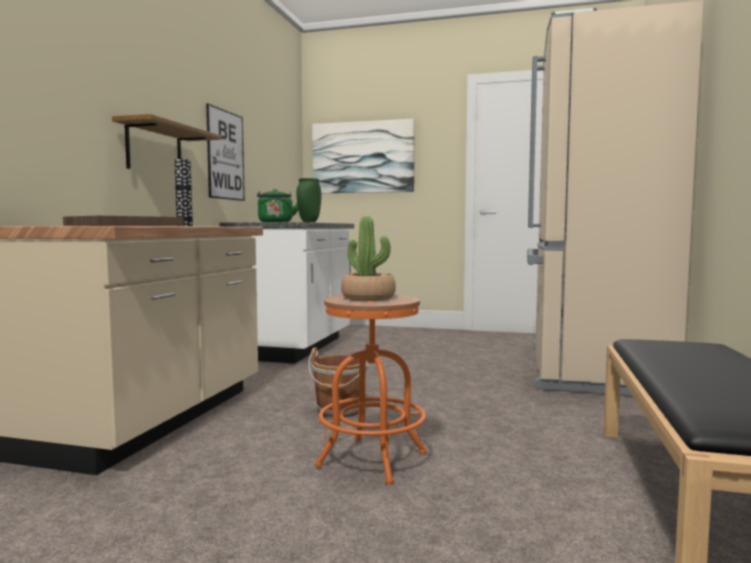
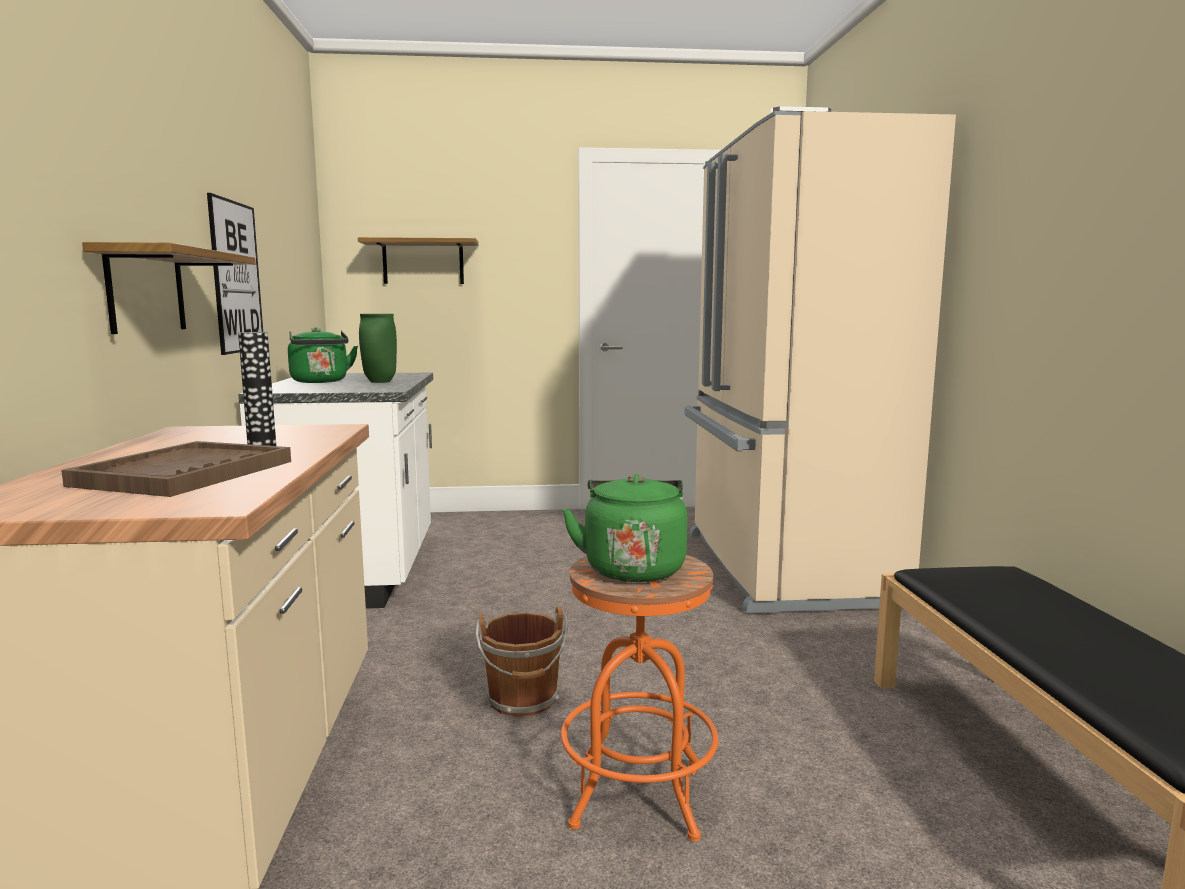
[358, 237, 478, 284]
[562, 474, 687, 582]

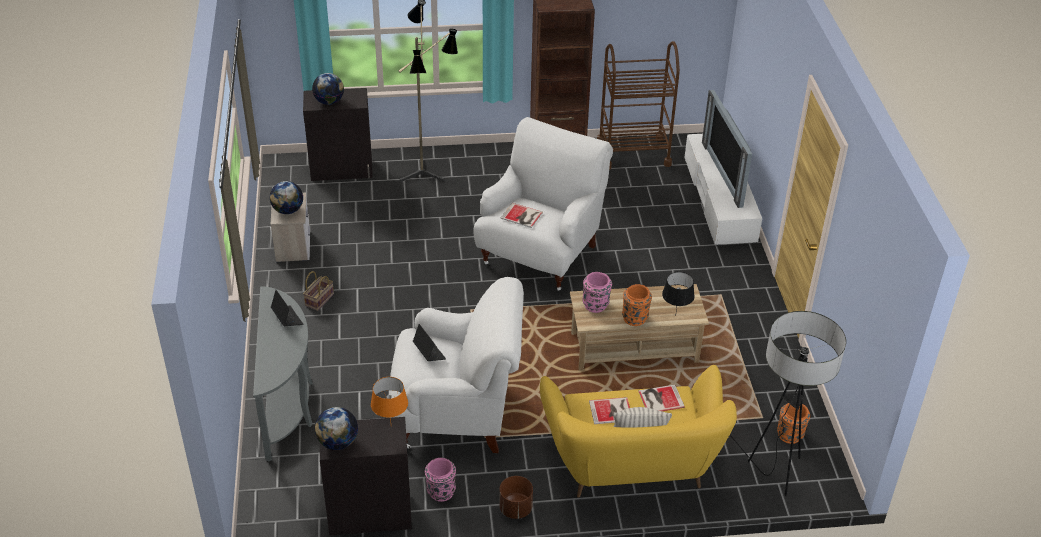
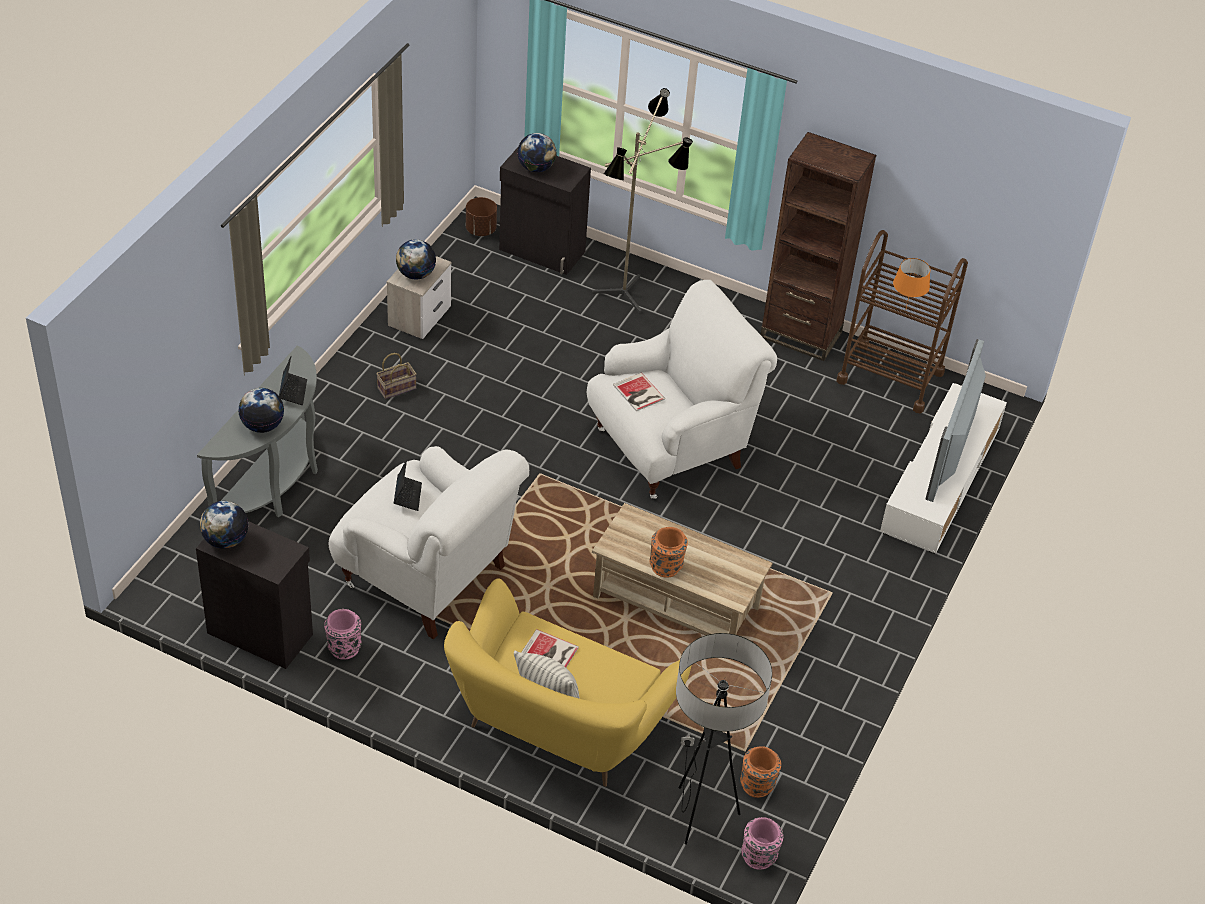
[638, 385, 685, 411] (first image)
[662, 272, 694, 317] (first image)
[239, 388, 284, 433]
[893, 258, 930, 308]
[466, 197, 497, 236]
[741, 817, 783, 869]

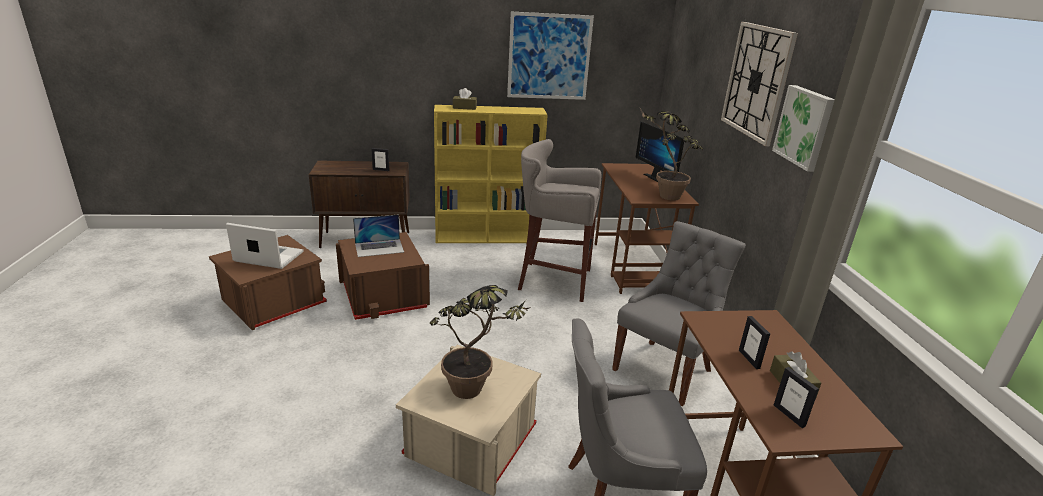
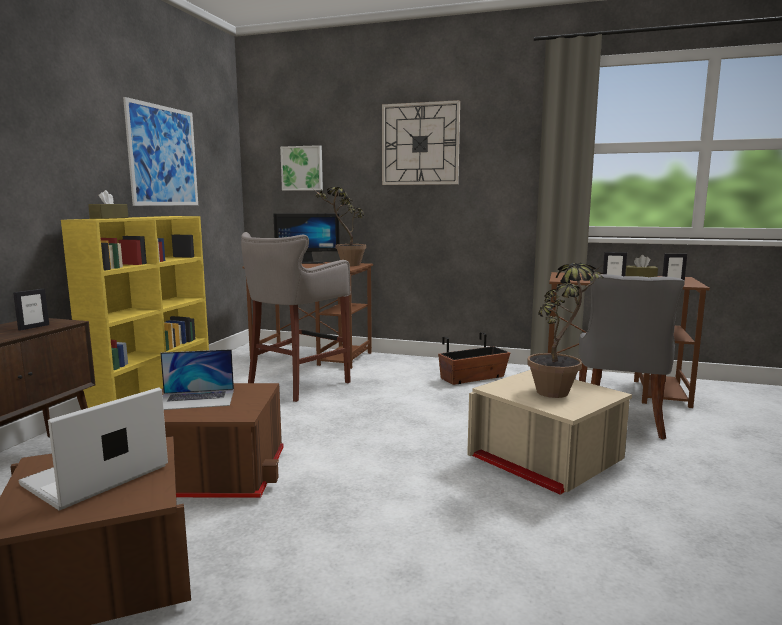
[280, 145, 323, 191]
[438, 332, 510, 385]
[160, 349, 234, 410]

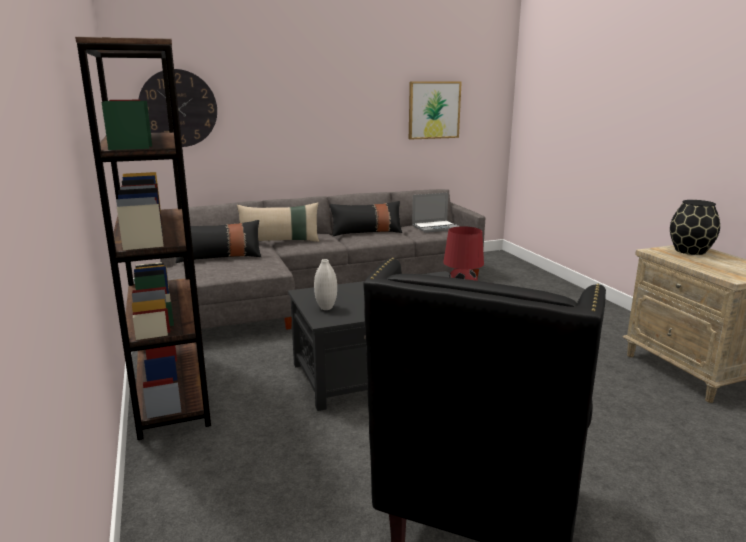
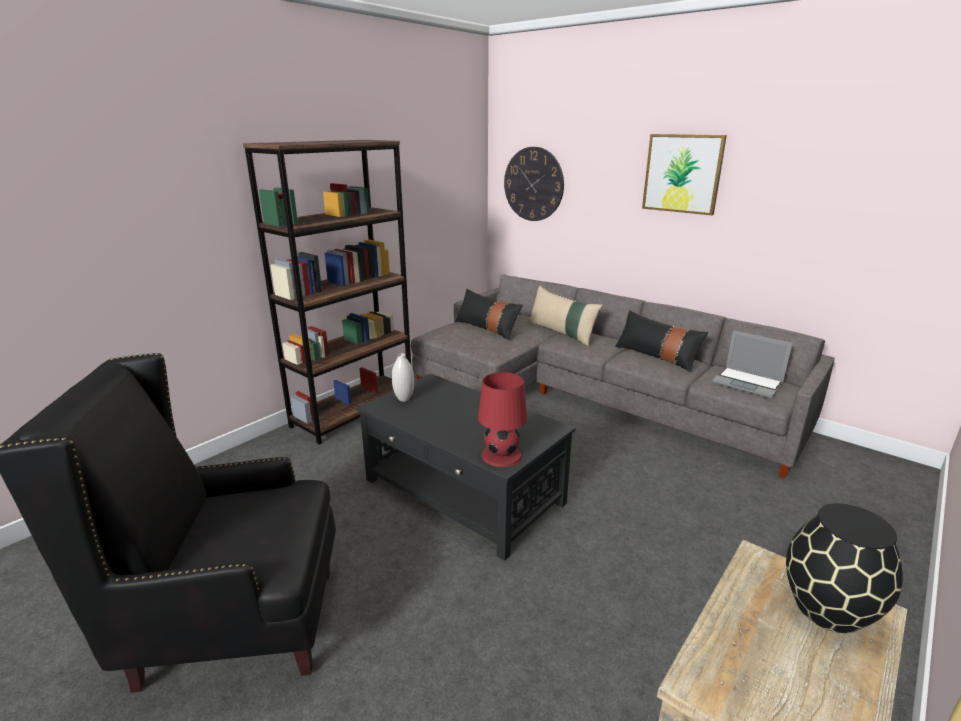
[642, 134, 727, 215]

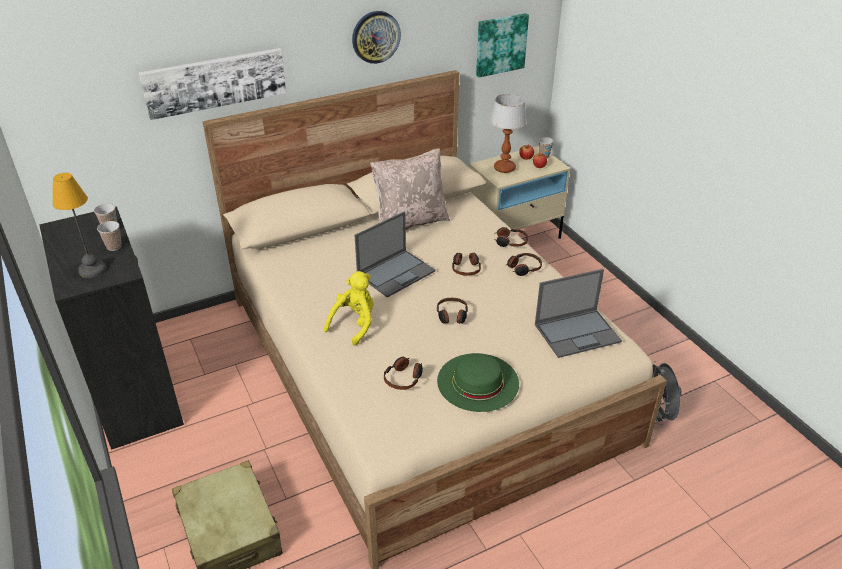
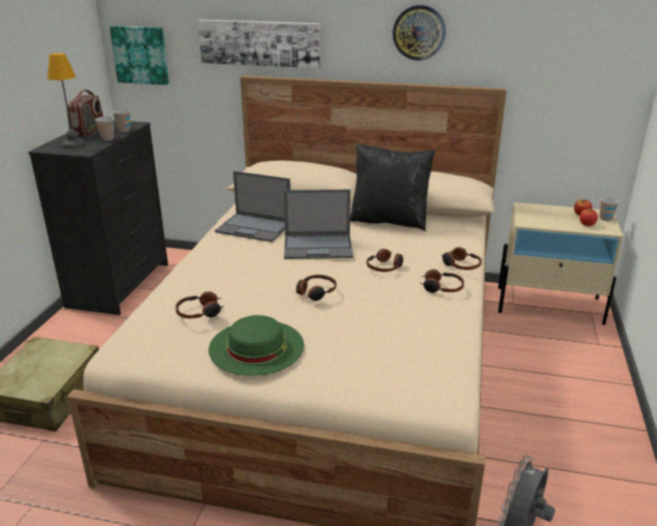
[324, 271, 374, 346] (first image)
[490, 94, 527, 173] (first image)
[67, 89, 103, 137]
[110, 26, 169, 85]
[215, 171, 291, 242]
[350, 143, 435, 231]

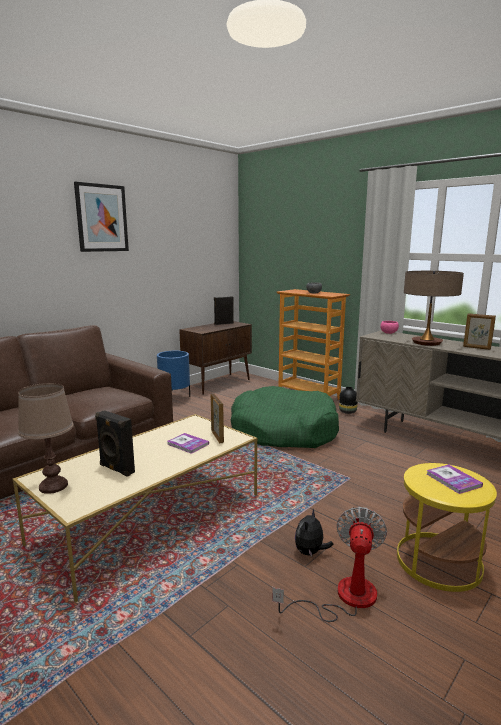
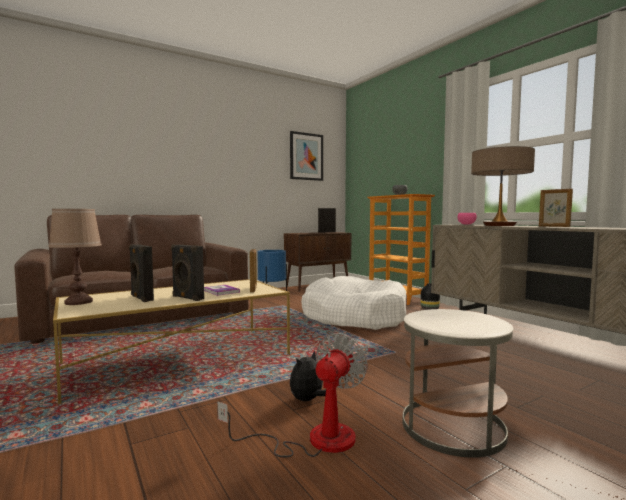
[427, 464, 483, 494] (first image)
[171, 244, 204, 301]
[290, 131, 323, 181]
[301, 276, 406, 330]
[402, 309, 513, 458]

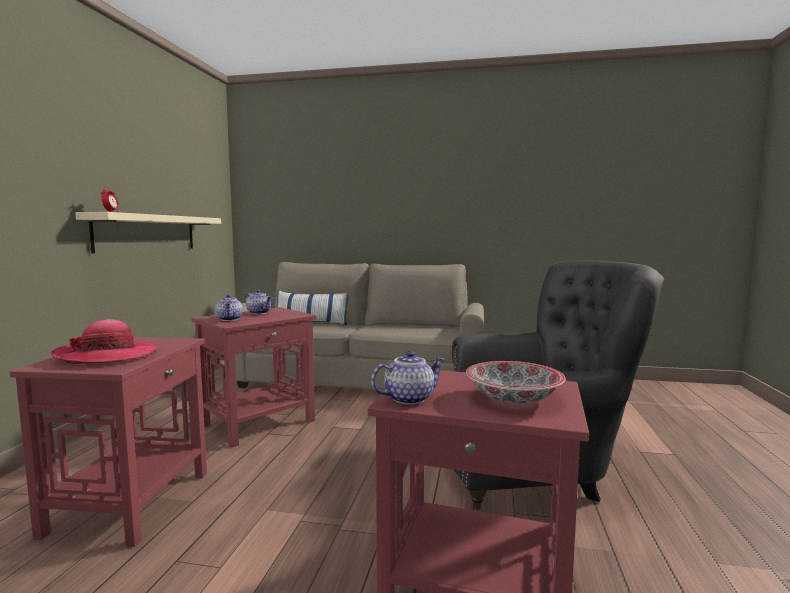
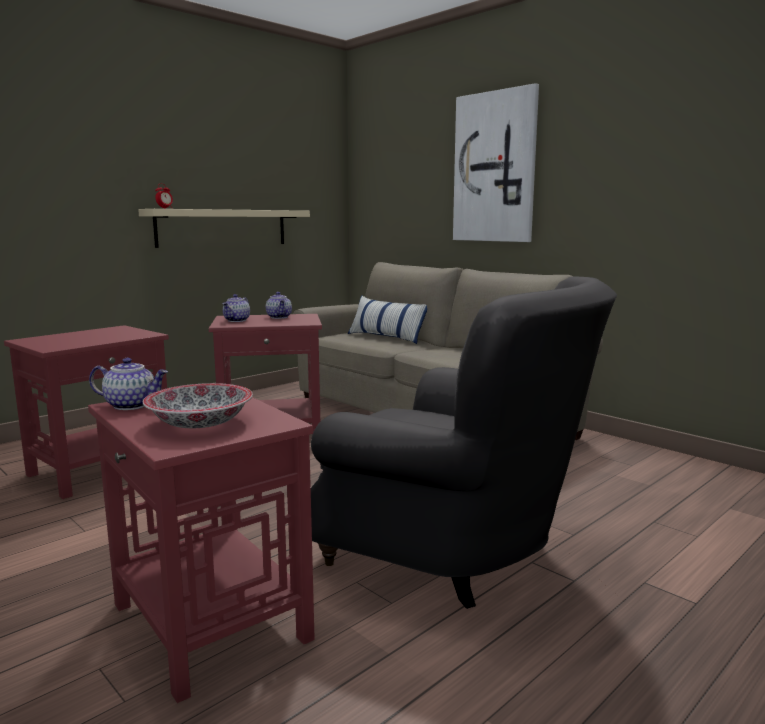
[51, 319, 159, 364] (first image)
[453, 83, 539, 242]

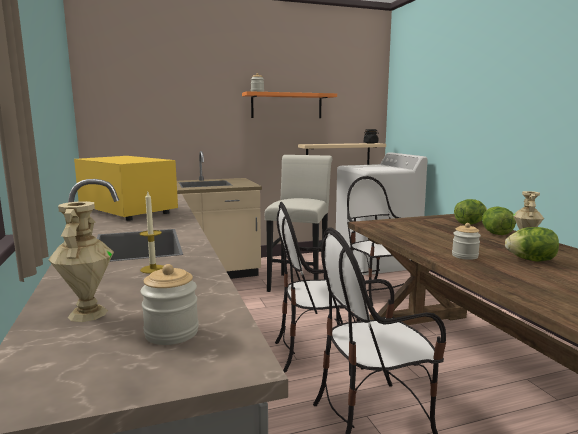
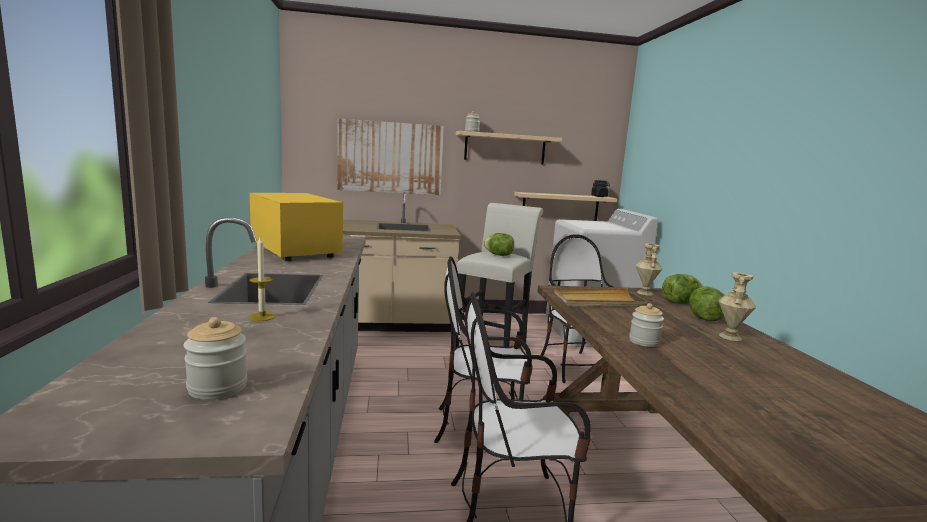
[337, 118, 444, 195]
[554, 288, 648, 307]
[635, 244, 662, 296]
[484, 233, 514, 256]
[456, 131, 562, 164]

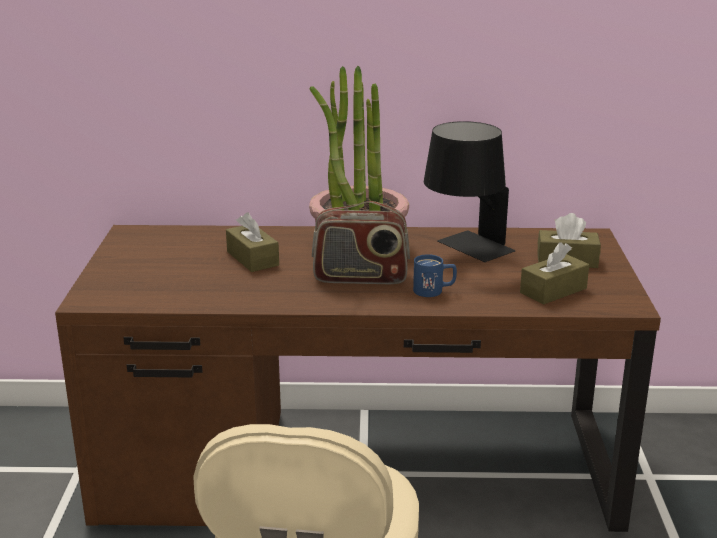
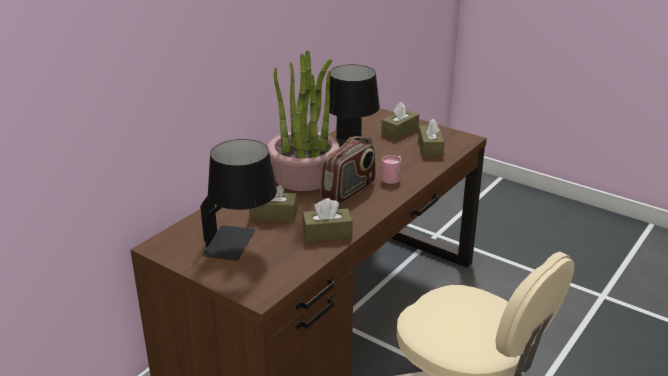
[200, 139, 277, 261]
[302, 198, 353, 242]
[381, 155, 401, 184]

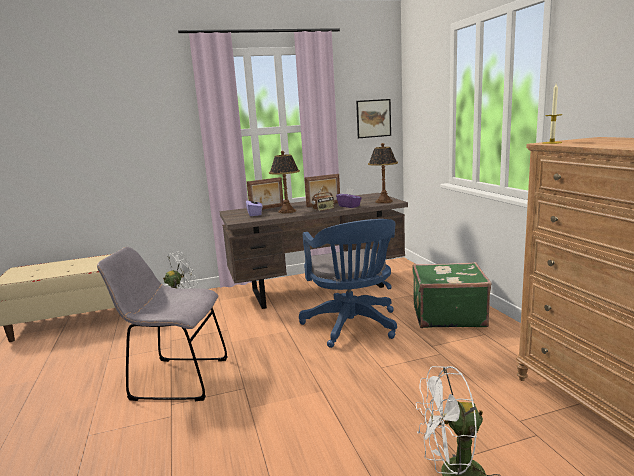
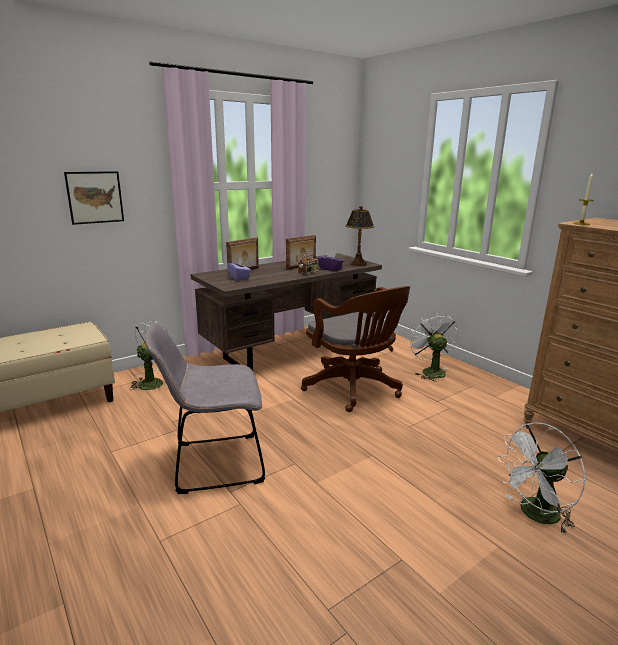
[269, 151, 300, 213] (first image)
[64, 171, 124, 225]
[409, 312, 459, 382]
[301, 286, 410, 412]

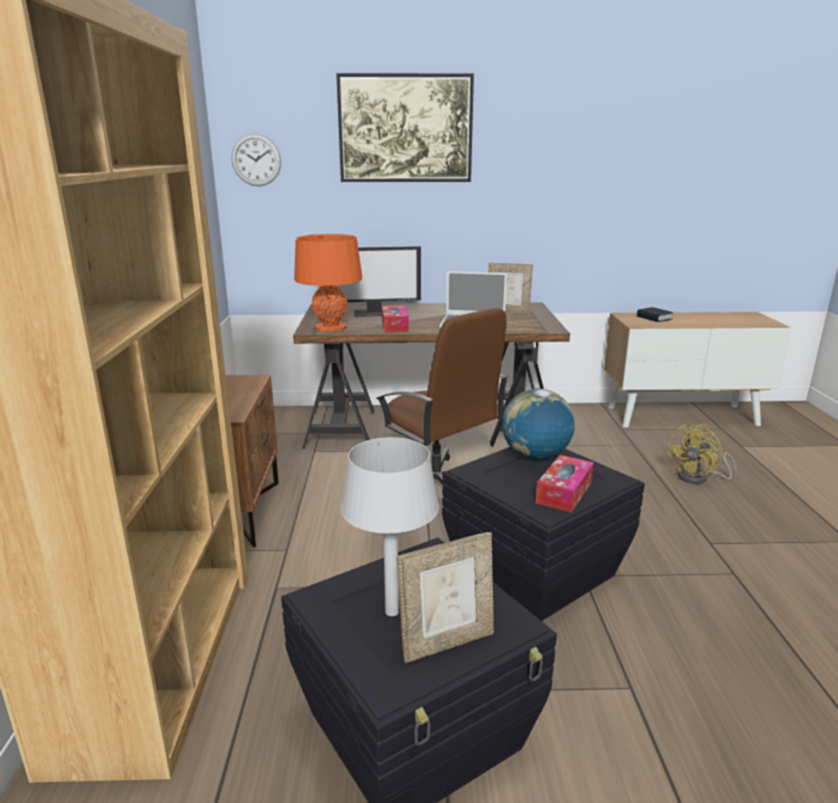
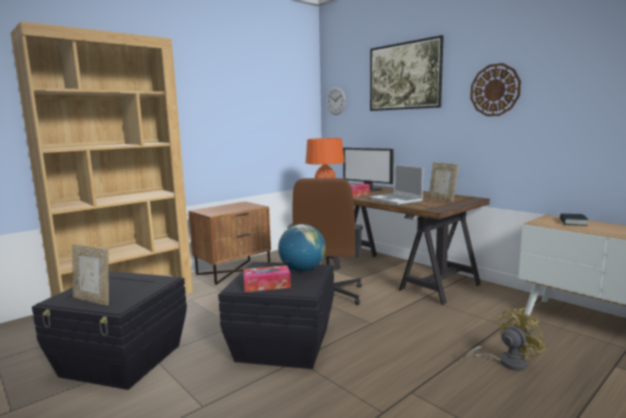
[341, 437, 439, 616] (first image)
[470, 63, 521, 116]
[463, 308, 545, 371]

